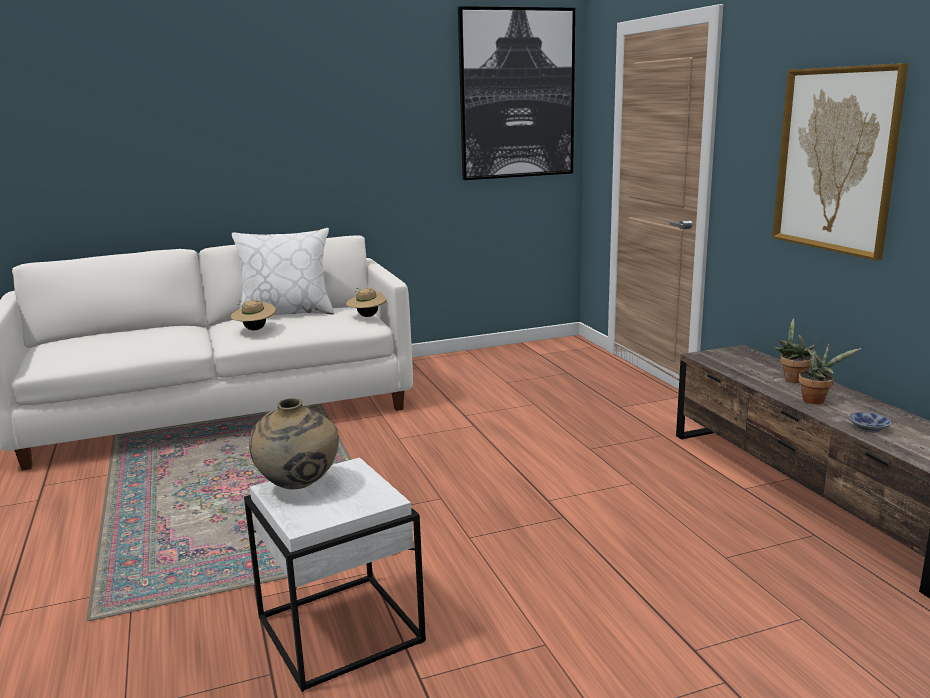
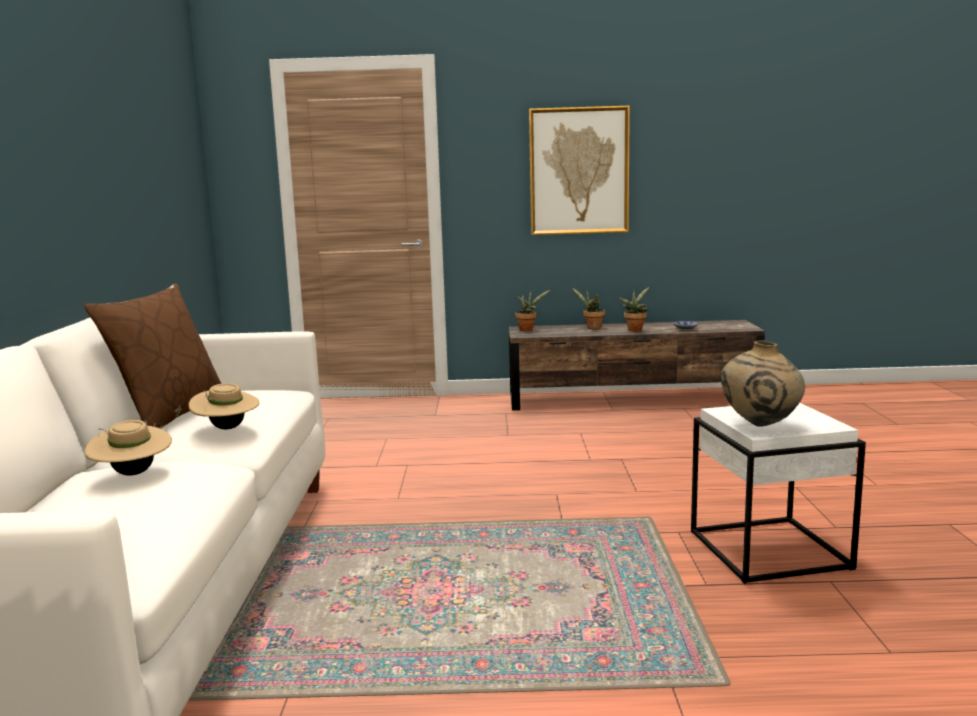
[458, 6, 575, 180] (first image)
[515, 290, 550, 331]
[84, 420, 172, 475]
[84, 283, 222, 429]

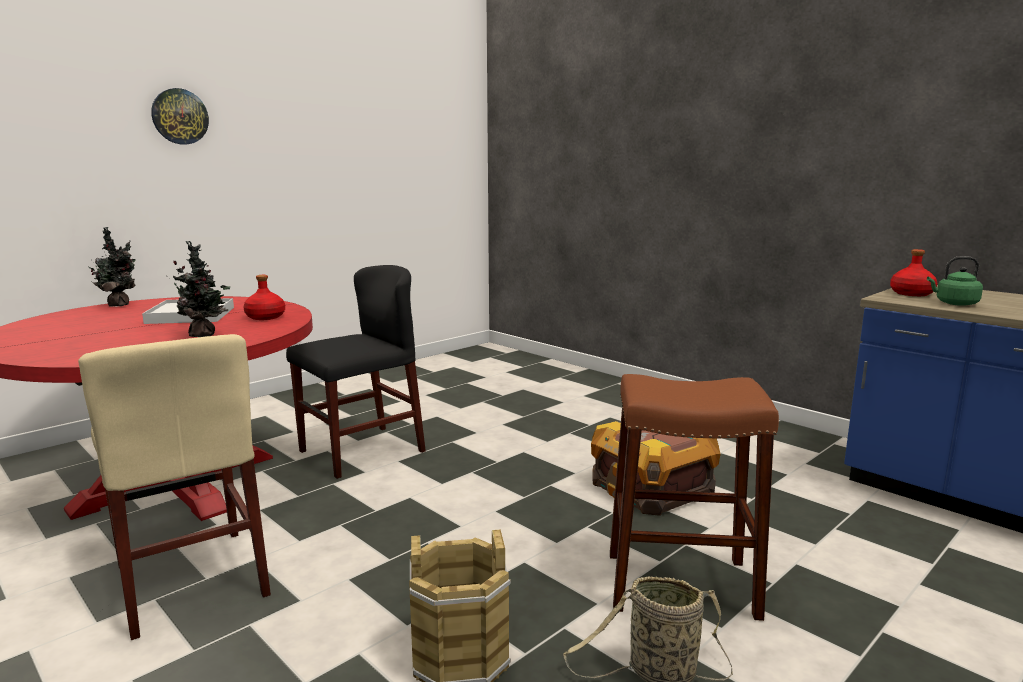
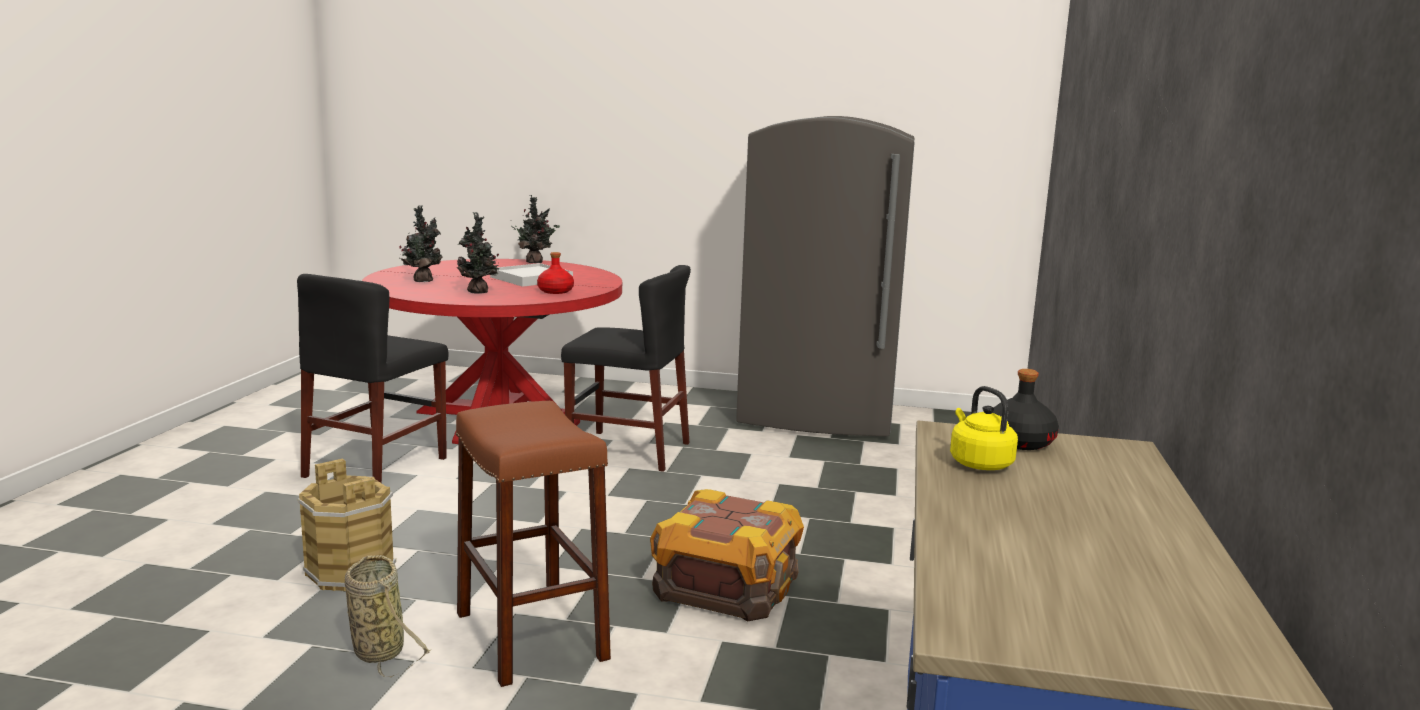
[151, 88, 209, 144] (first image)
[399, 205, 443, 282]
[736, 116, 915, 437]
[297, 274, 448, 483]
[992, 369, 1059, 450]
[950, 386, 1018, 470]

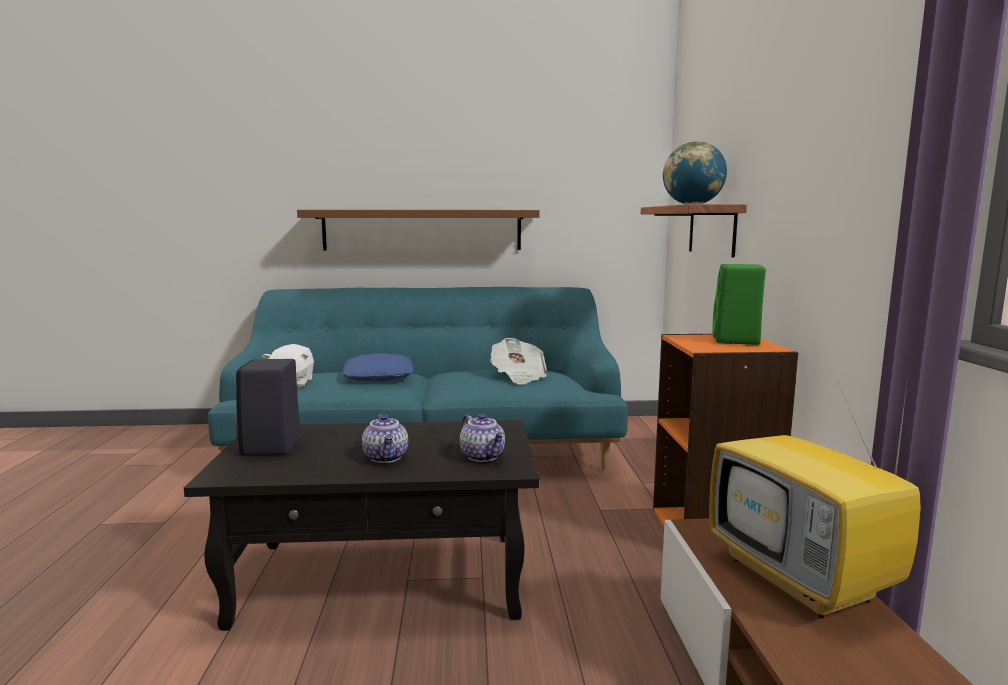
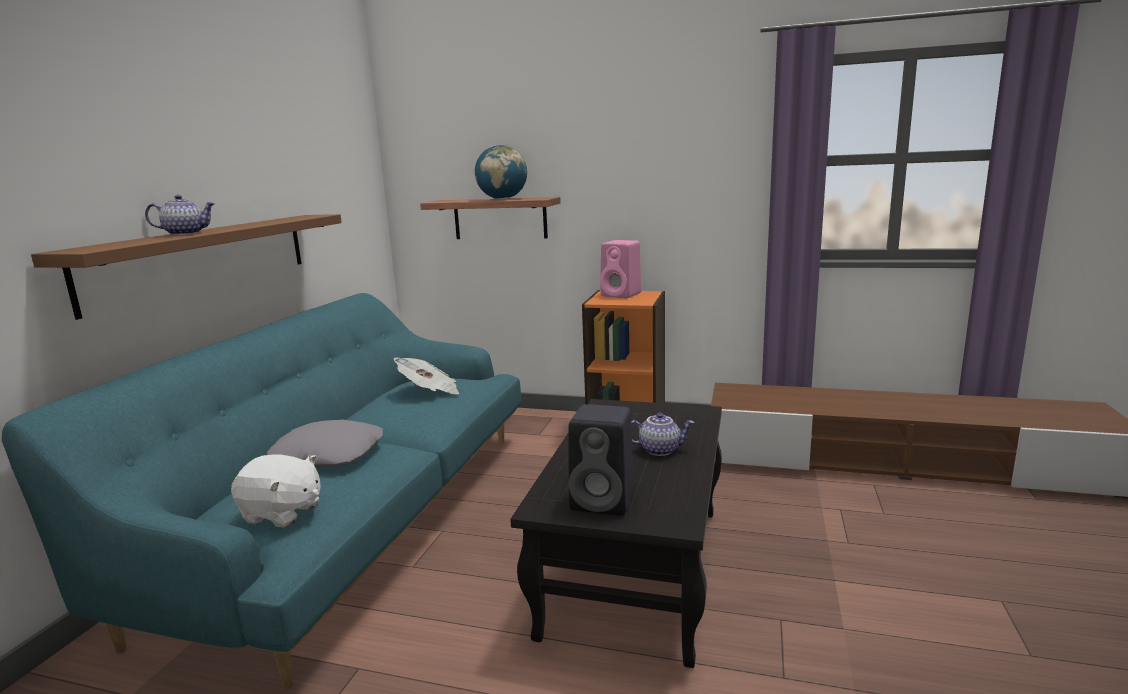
[709, 377, 921, 618] (first image)
[145, 195, 215, 235]
[266, 420, 383, 468]
[600, 240, 641, 298]

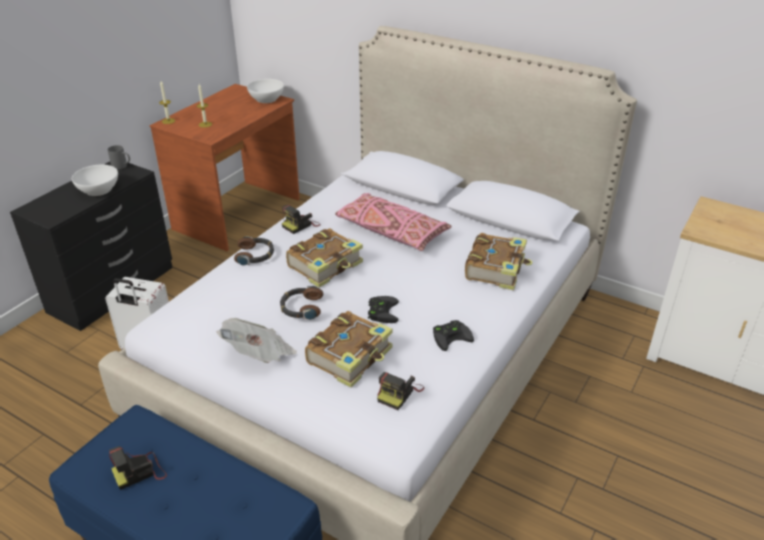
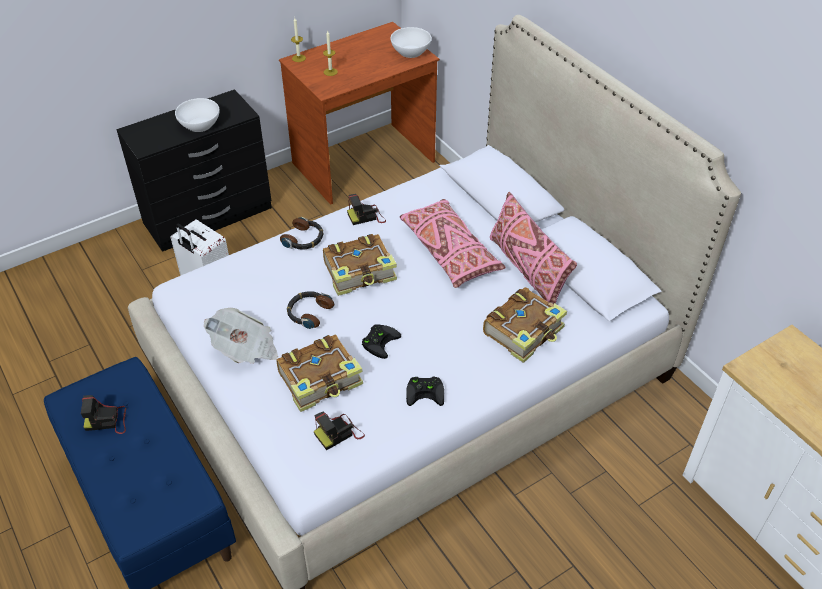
[108, 145, 130, 170] (first image)
[490, 192, 577, 304]

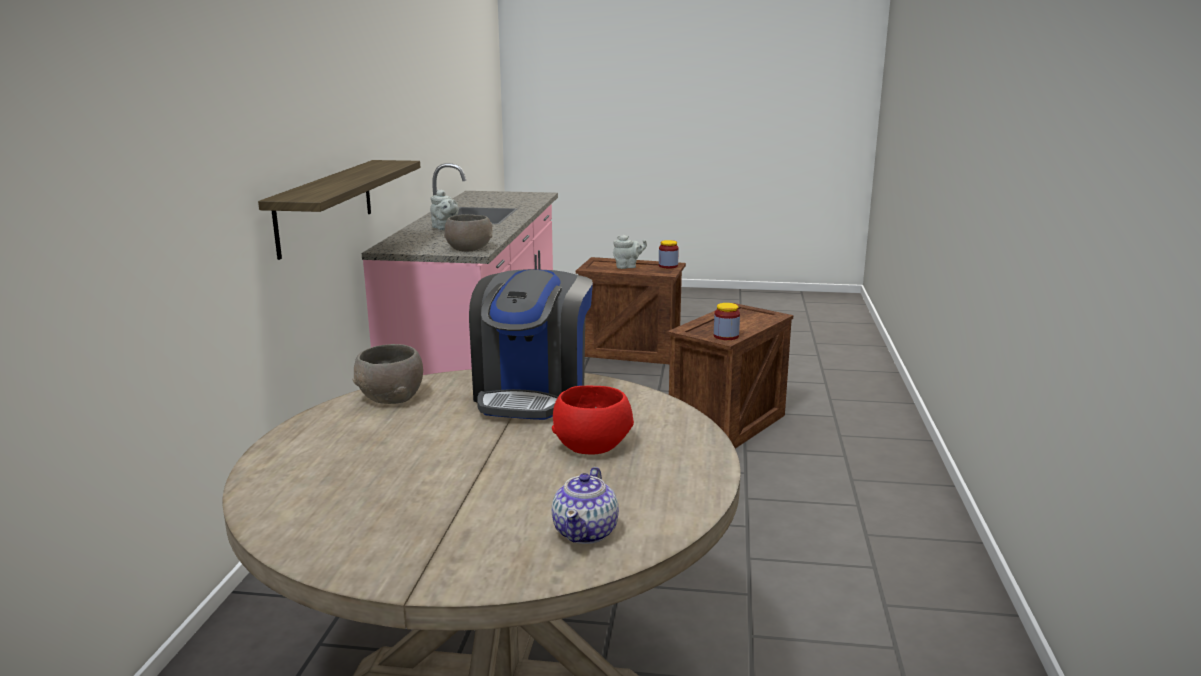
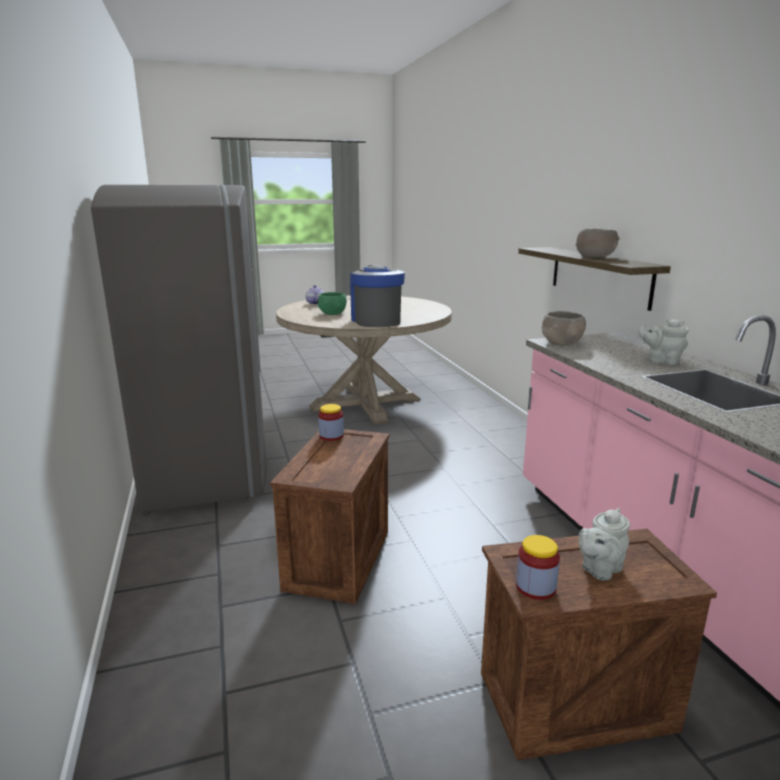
[91, 184, 267, 514]
[576, 229, 619, 258]
[318, 292, 347, 315]

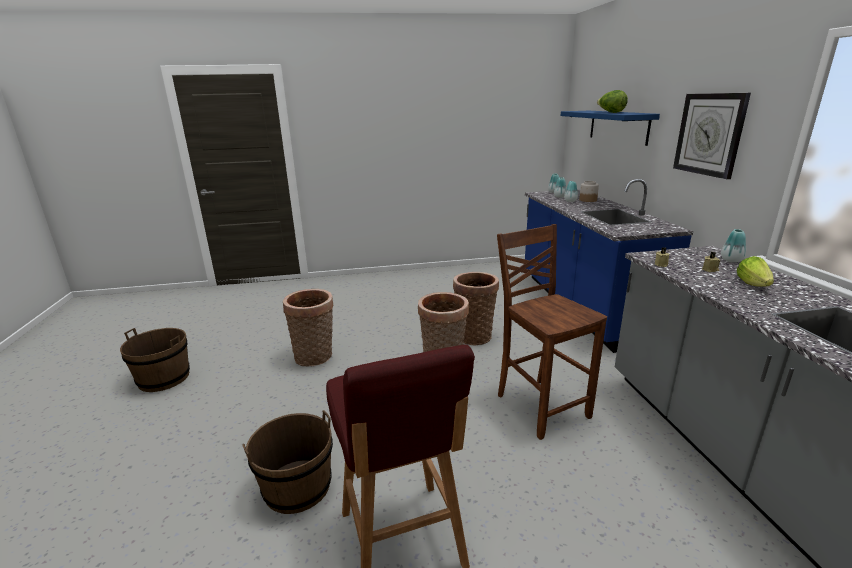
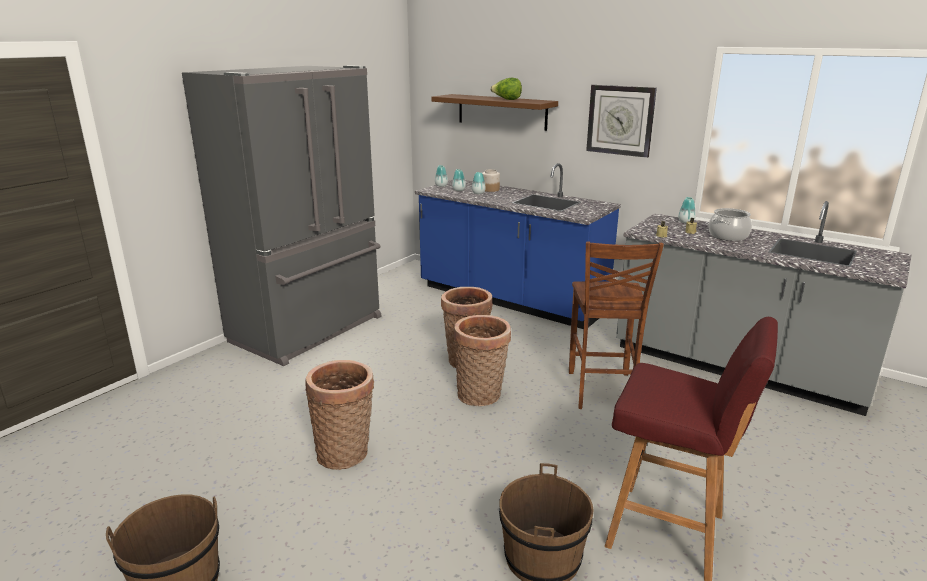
[182, 65, 382, 366]
[708, 208, 752, 241]
[431, 94, 558, 131]
[569, 241, 664, 409]

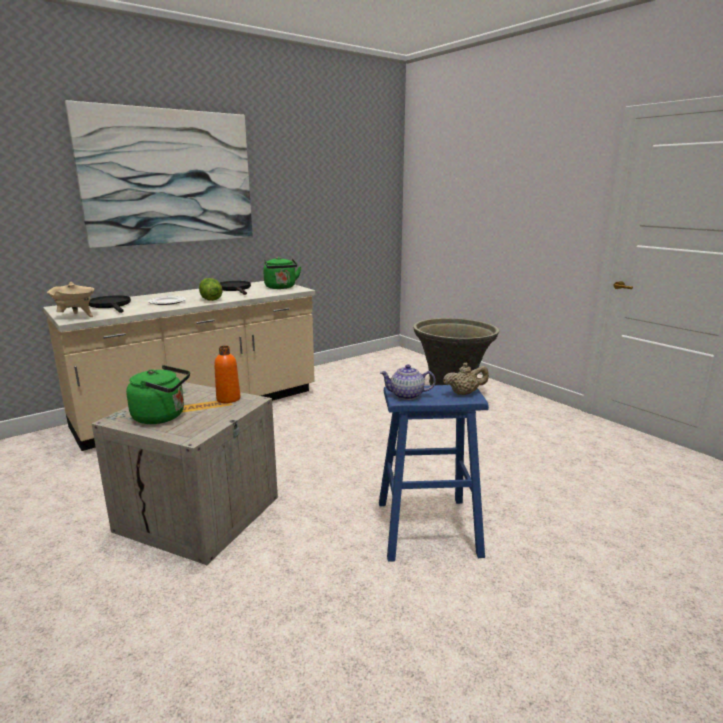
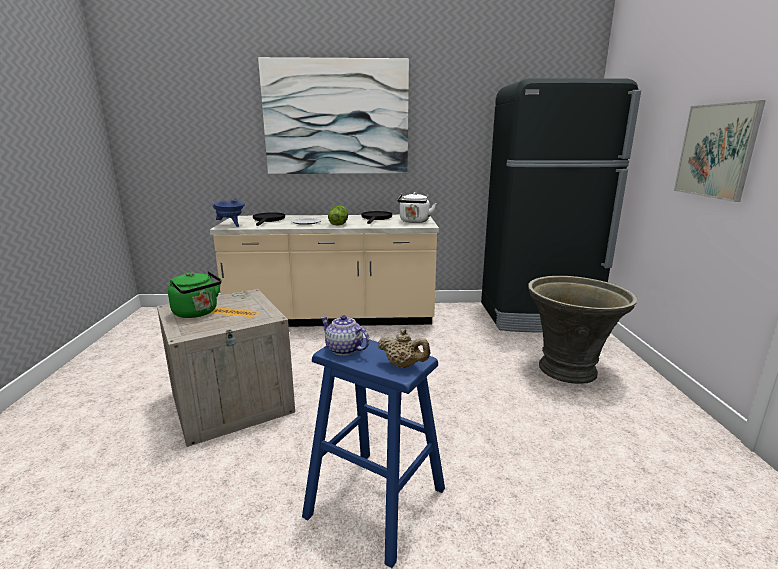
[214, 346, 241, 403] (first image)
[481, 78, 641, 333]
[674, 100, 766, 202]
[212, 198, 245, 227]
[397, 192, 436, 223]

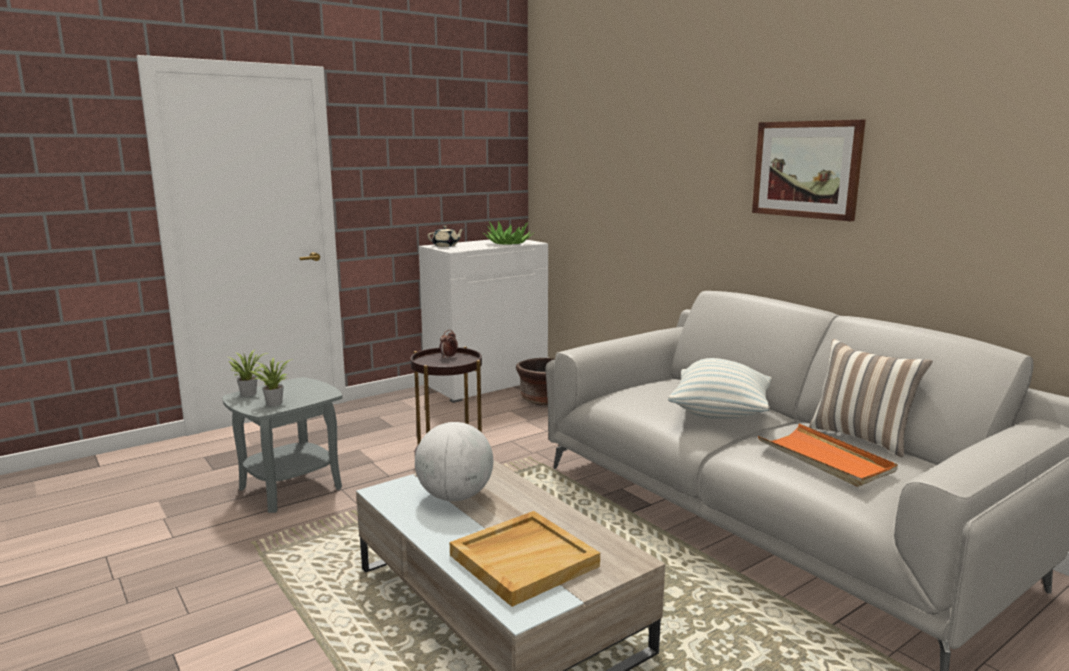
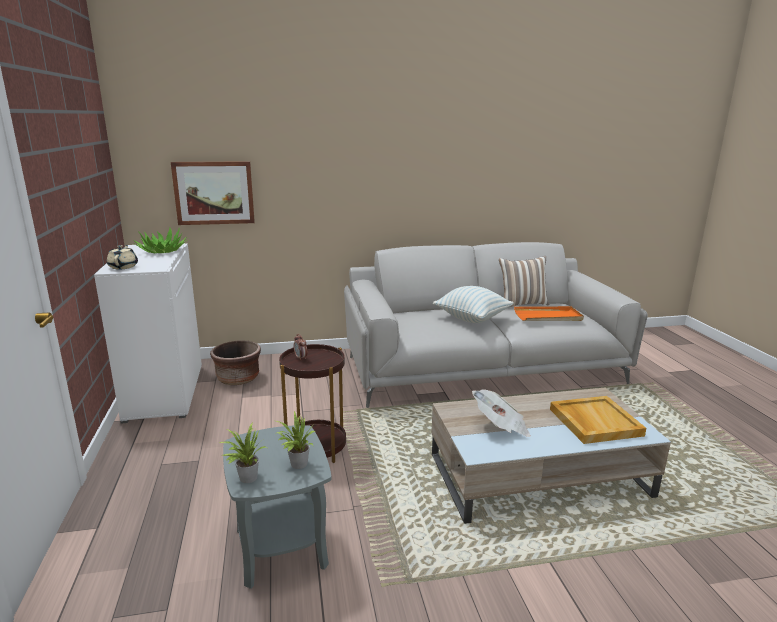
[171, 161, 255, 225]
[472, 389, 530, 437]

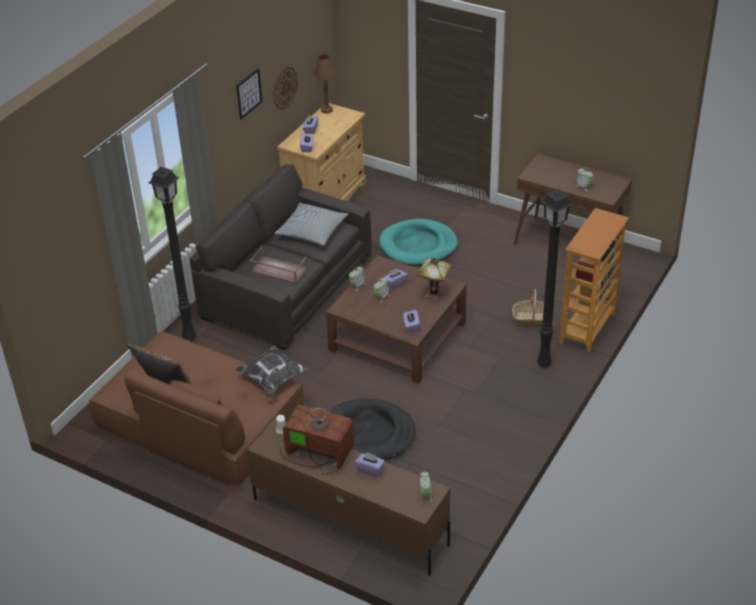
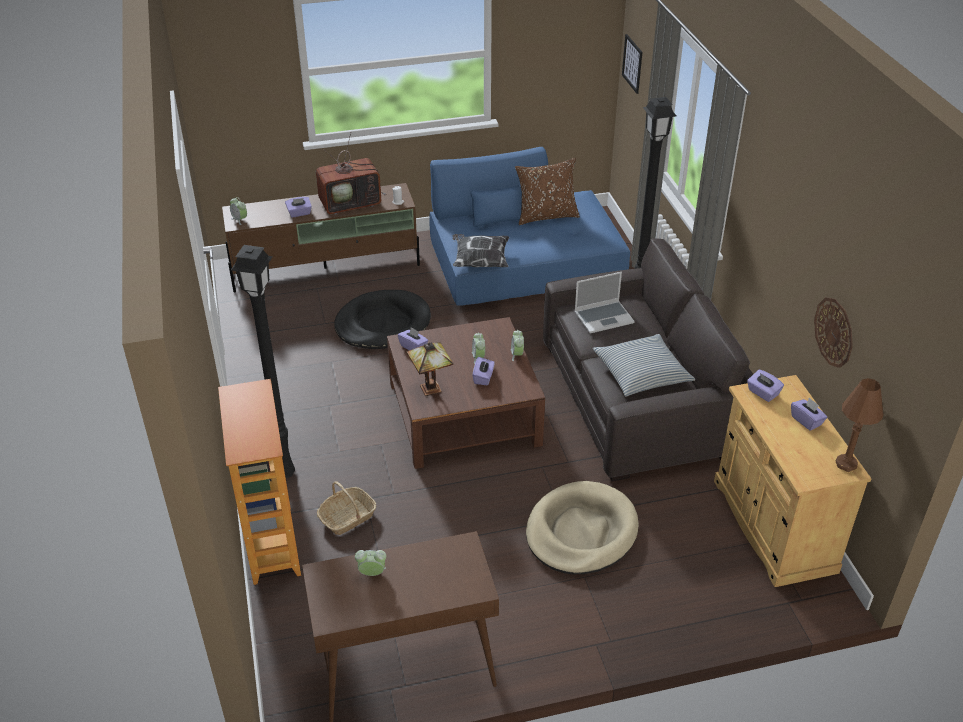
[622, 34, 642, 94]
[574, 272, 635, 333]
[429, 147, 630, 306]
[526, 481, 639, 574]

